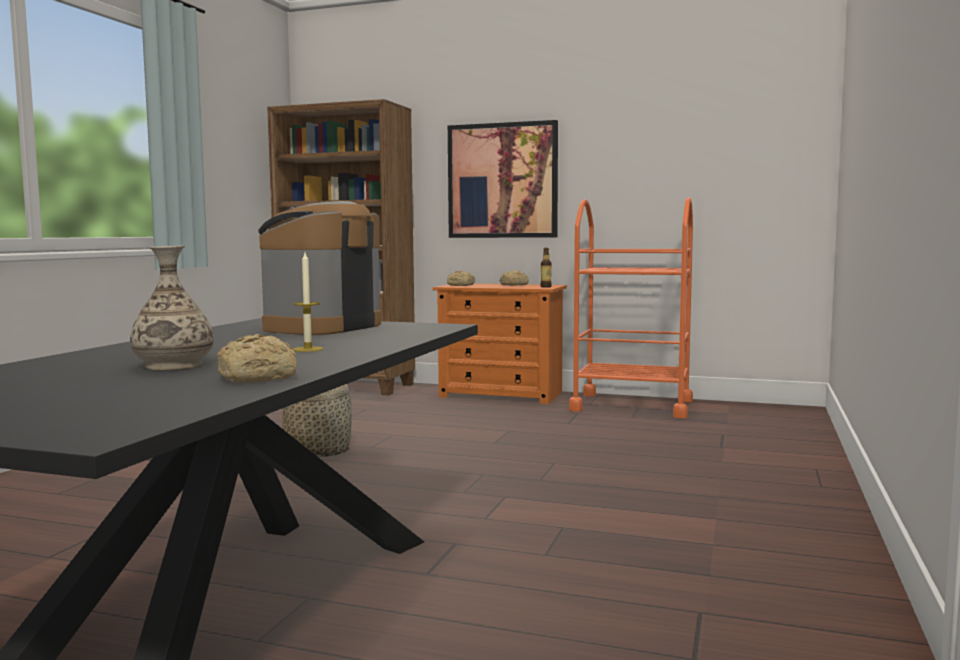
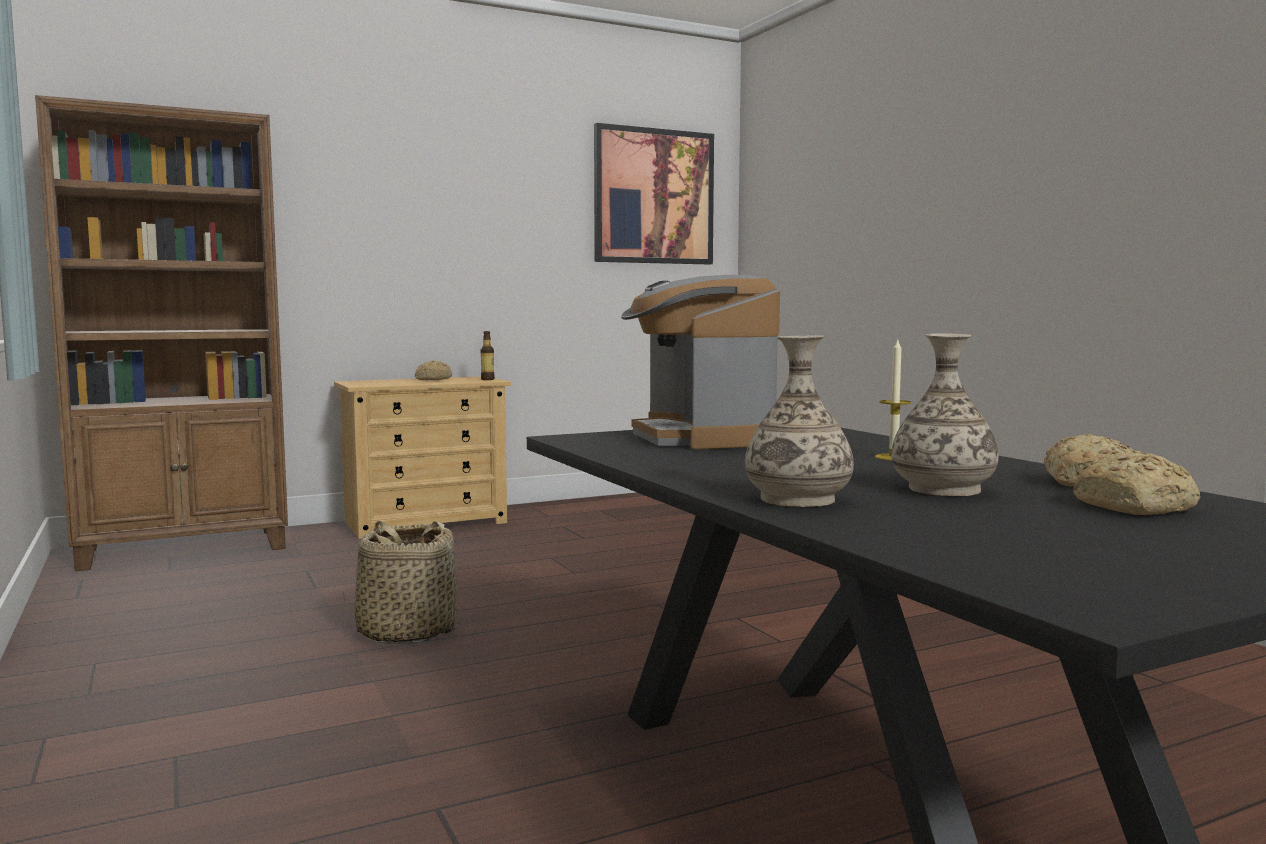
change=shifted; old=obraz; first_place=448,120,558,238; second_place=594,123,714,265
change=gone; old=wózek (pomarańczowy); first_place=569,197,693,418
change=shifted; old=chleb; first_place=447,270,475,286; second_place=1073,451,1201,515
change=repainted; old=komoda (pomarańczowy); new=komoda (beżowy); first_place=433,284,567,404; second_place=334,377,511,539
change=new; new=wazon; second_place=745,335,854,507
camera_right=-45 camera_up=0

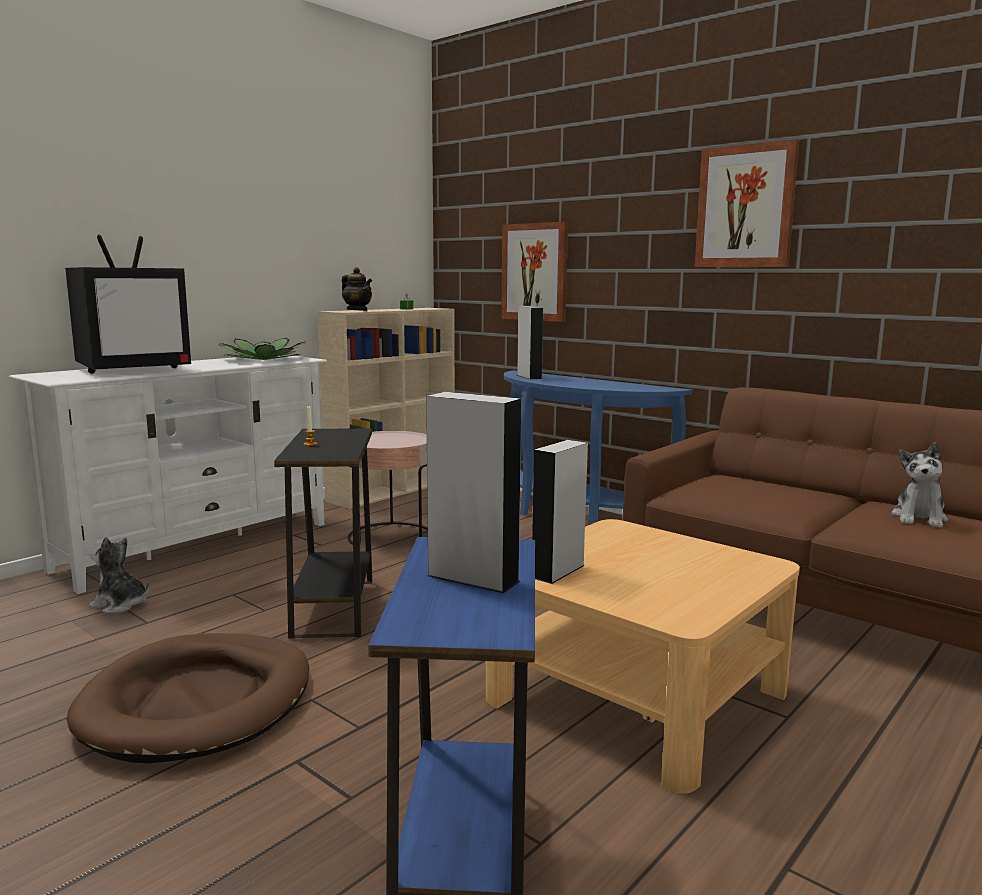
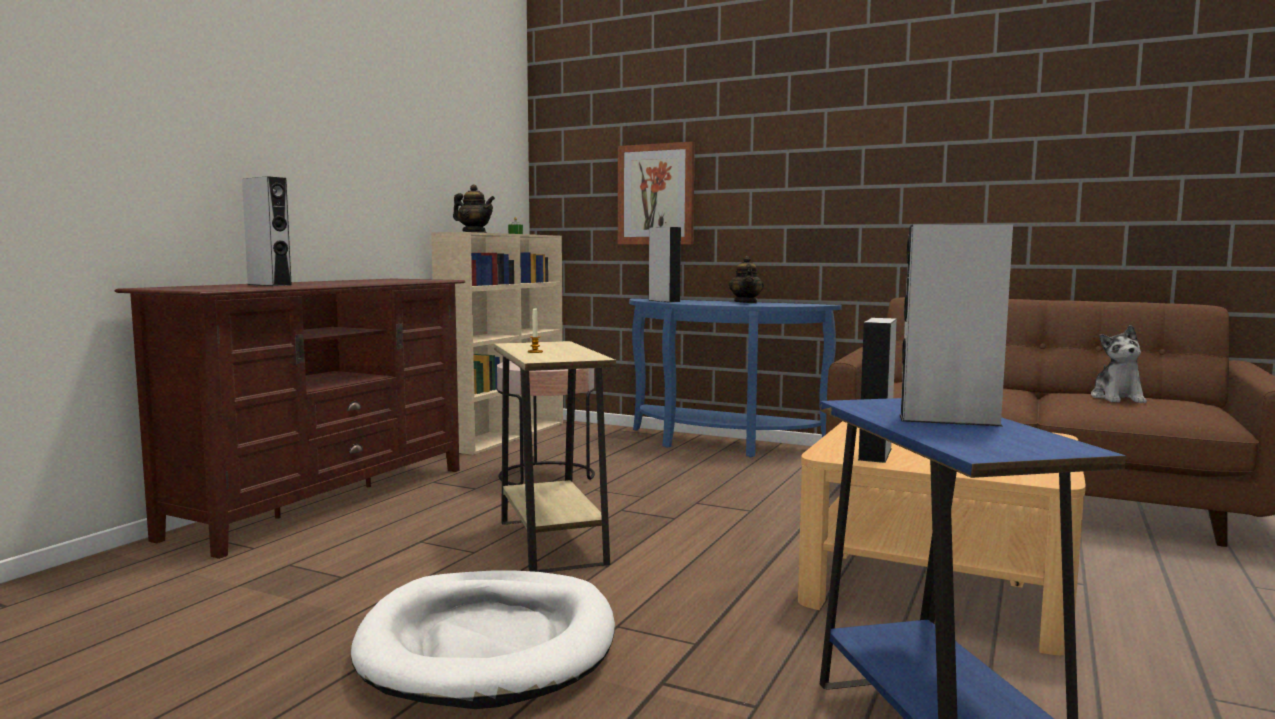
change=gone; old=obraz; first_place=695,139,799,267
change=swapped; old=telewizor; new=głośnik (szary); first_place=65,234,191,374; second_place=242,176,293,286
change=gone; old=roślina doniczkowa; first_place=220,338,306,360
change=repainted; old=szafka pod telewizor (biały); new=szafka pod telewizor (brązowy); first_place=9,355,327,594; second_place=115,279,465,559
change=repainted; old=stolik (czarny); new=stolik (beżowy); first_place=274,428,373,639; second_place=494,341,616,573
change=gone; old=pluszak; first_place=89,537,150,613
change=repainted; old=legowisko (brązowy); new=legowisko (biały); first_place=67,633,309,763; second_place=351,571,615,709
change=new; new=imbryk; second_place=729,256,764,303
camera_right=-15 camera_up=-5

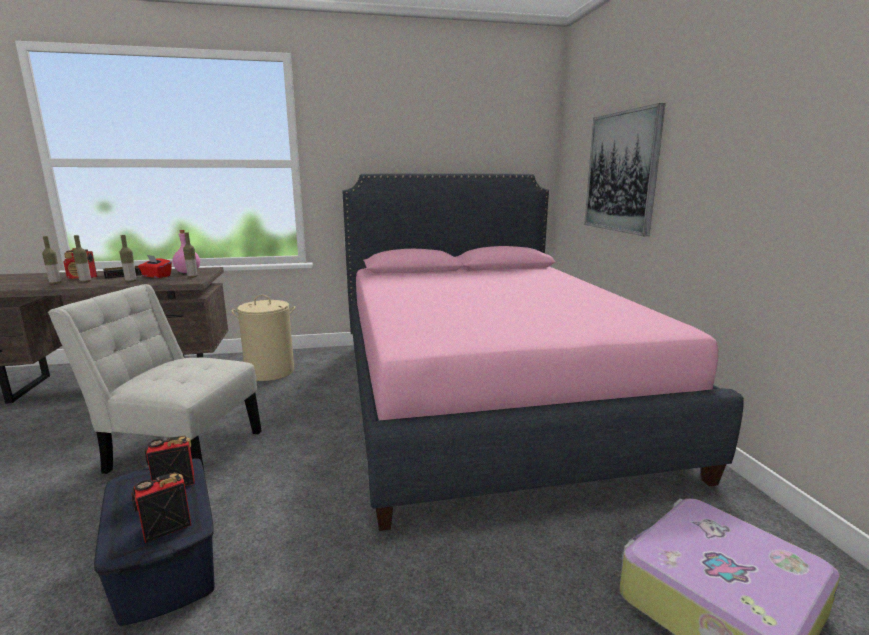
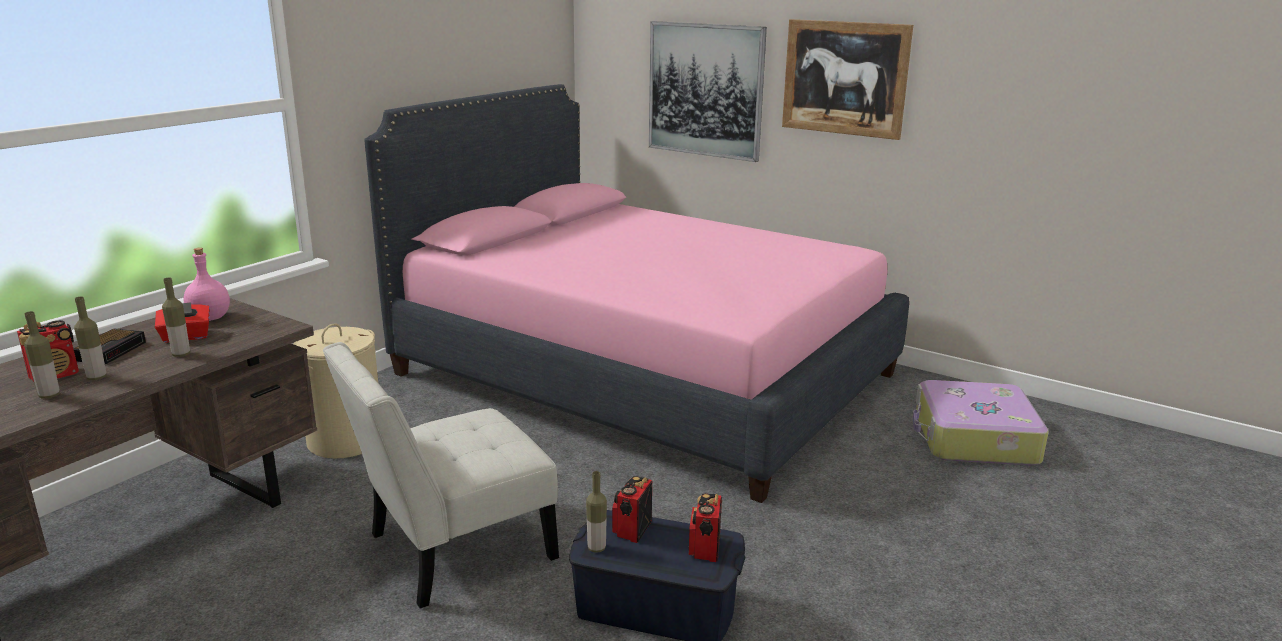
change=shifted; old=butelka; first_place=183,233,198,278; second_place=586,471,607,553
change=new; new=obraz; second_place=782,19,913,140
camera_right=-45 camera_up=5

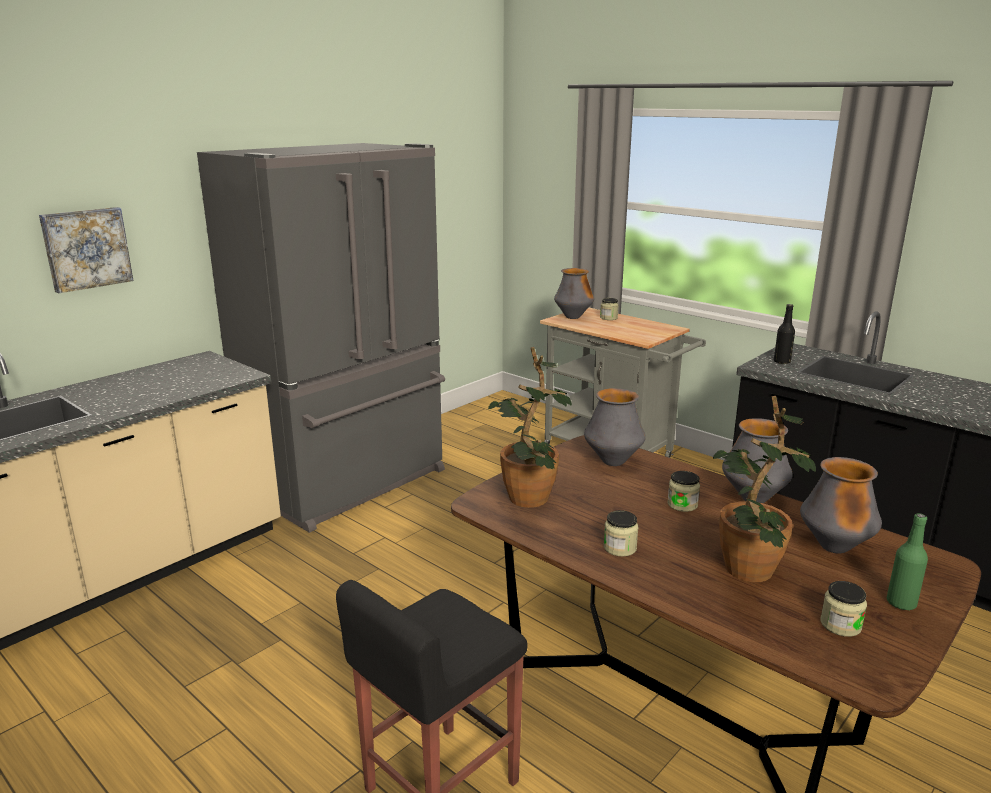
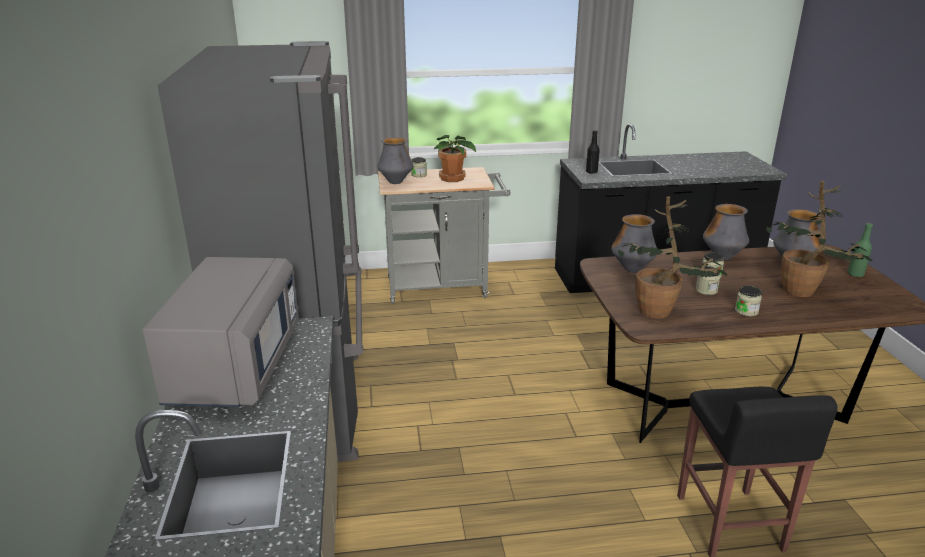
change=gone; old=obraz; first_place=39,207,133,293
change=shifted; old=słoik; first_place=821,581,867,637; second_place=696,266,720,295
change=new; new=roślina doniczkowa; second_place=433,135,476,182
change=new; new=mikrofalówka (szary); second_place=143,257,299,407
camera_right=-50 camera_up=5

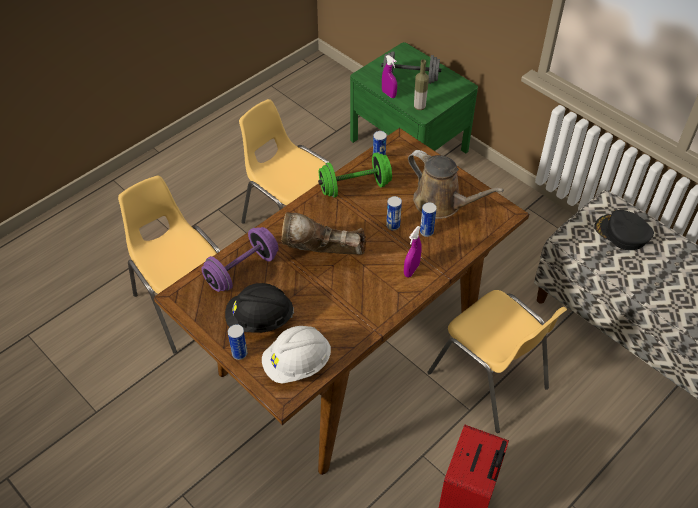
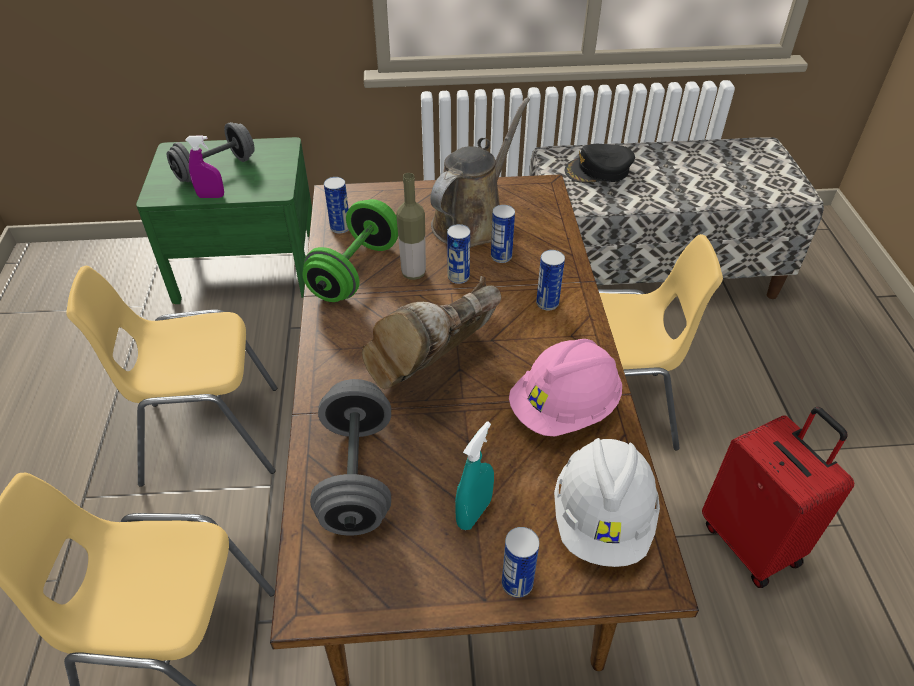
change=shifted; old=butelka; first_place=414,59,429,110; second_place=396,173,426,280
change=rotated; old=konewka (brązowy); first_place=408,150,504,219; second_place=430,97,530,247; degrees=-45
change=swapped; old=spryskiwacz (fioletowy); new=puszka; first_place=404,226,422,278; second_place=536,250,565,310
change=repainted; old=hantel (fioletowy); new=hantel (szary); first_place=202,227,278,292; second_place=310,379,391,536
change=swapped; old=kask (czarny); new=spryskiwacz (turkusowy); first_place=225,283,294,333; second_place=455,421,494,530
change=new; new=kask (różowy); second_place=509,339,622,436
camera_right=-50 camera_up=-5

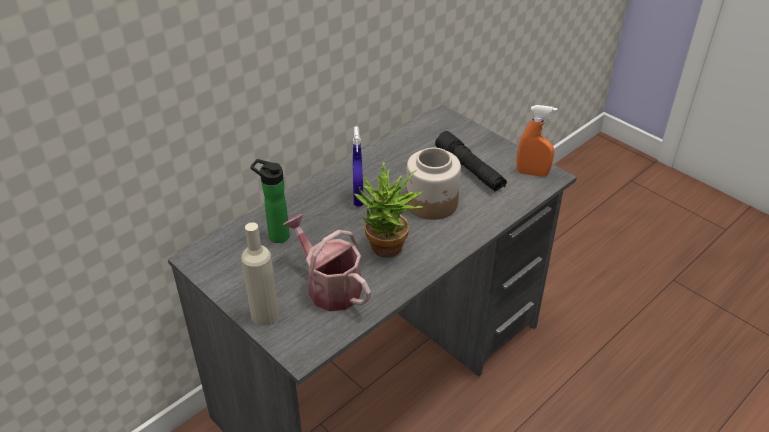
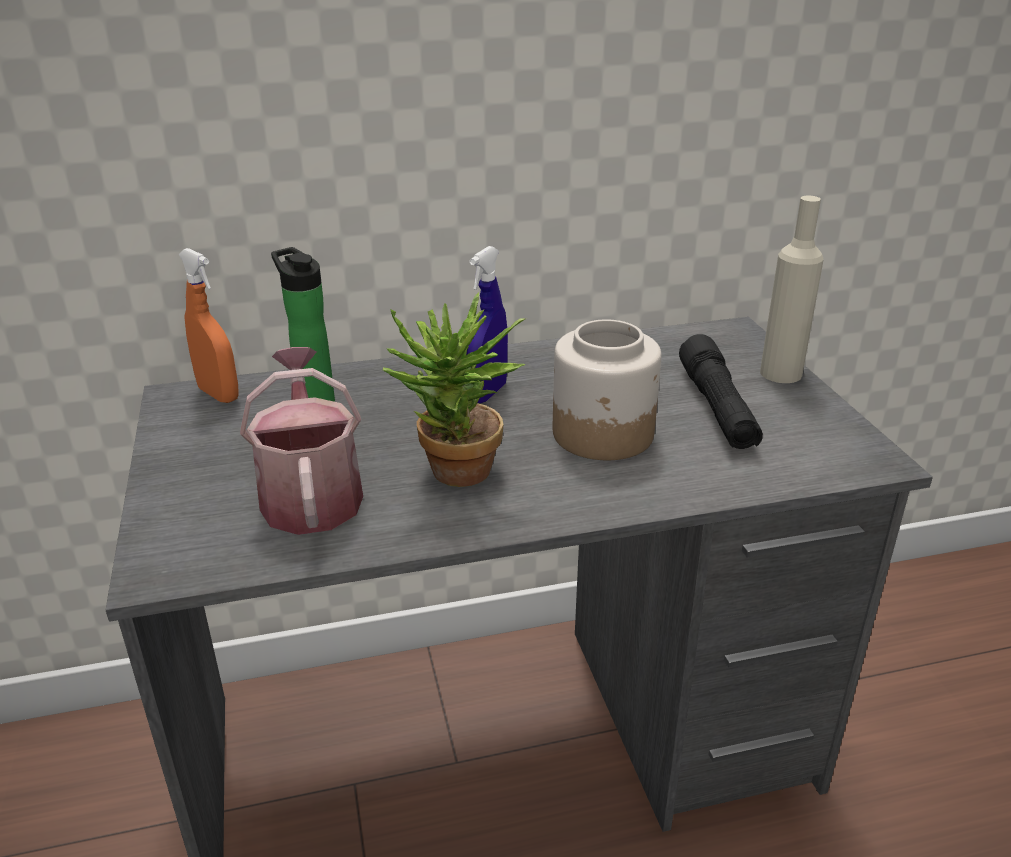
change=shifted; old=spryskiwacz (pomarańczowy); first_place=517,105,557,177; second_place=178,248,238,403
change=shifted; old=butelka (beżowy); first_place=241,222,279,326; second_place=760,196,824,383
camera_right=30 camera_up=-10

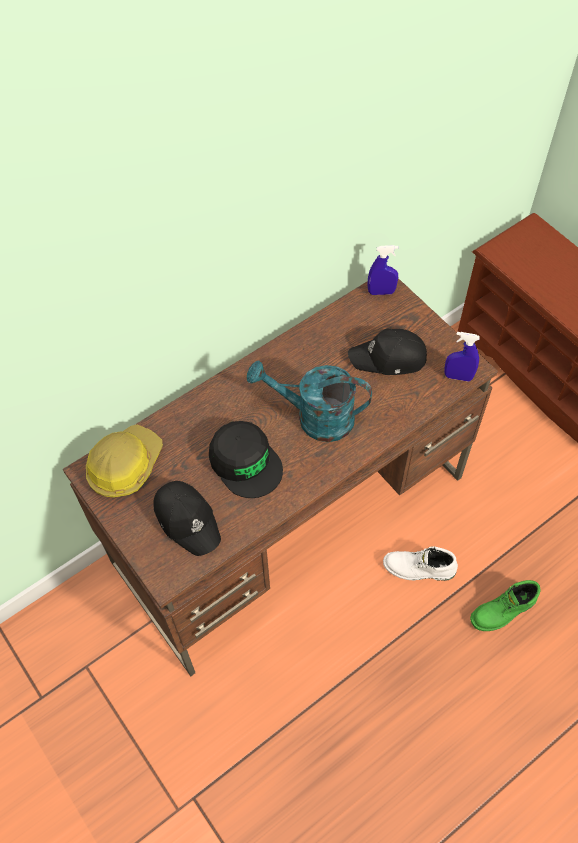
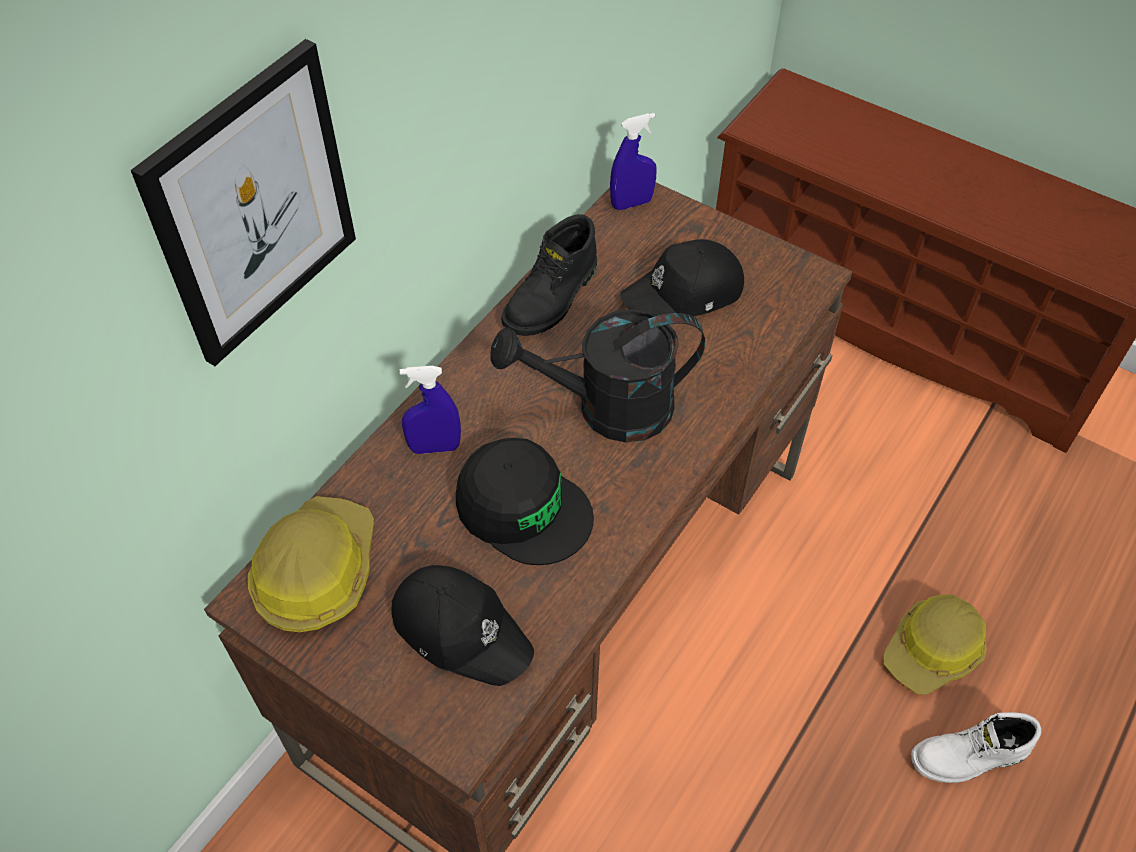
change=shifted; old=spryskiwacz (niebieski); first_place=444,332,480,382; second_place=400,366,461,454
change=repainted; old=konewka (turkusowy); new=konewka (czarny); first_place=247,361,372,442; second_place=490,309,705,442
change=shifted; old=but z cholewką (biały); first_place=383,546,458,581; second_place=911,712,1041,783
change=swapped; old=but z cholewką (zielony); new=kask; first_place=470,580,541,631; second_place=883,594,987,695
change=new; new=obraz; second_place=131,39,356,366
change=new; new=but z cholewką (czarny); second_place=501,214,597,336
camera_right=-20 camera_up=-5

